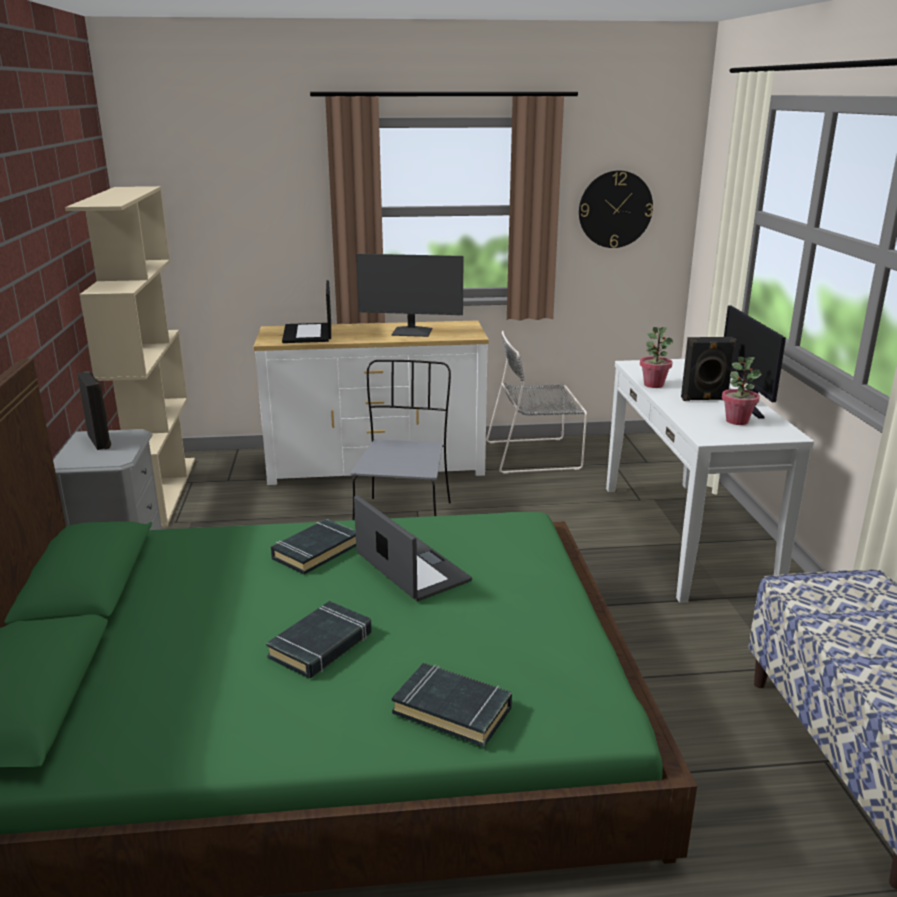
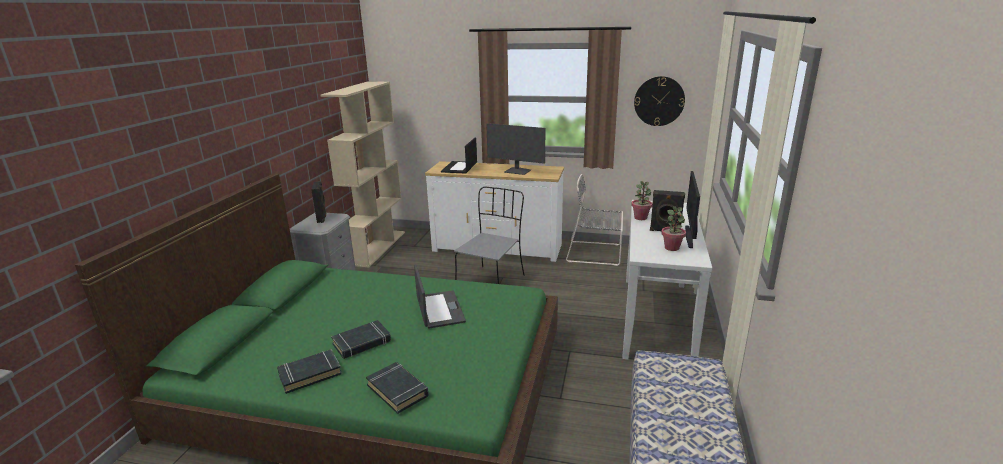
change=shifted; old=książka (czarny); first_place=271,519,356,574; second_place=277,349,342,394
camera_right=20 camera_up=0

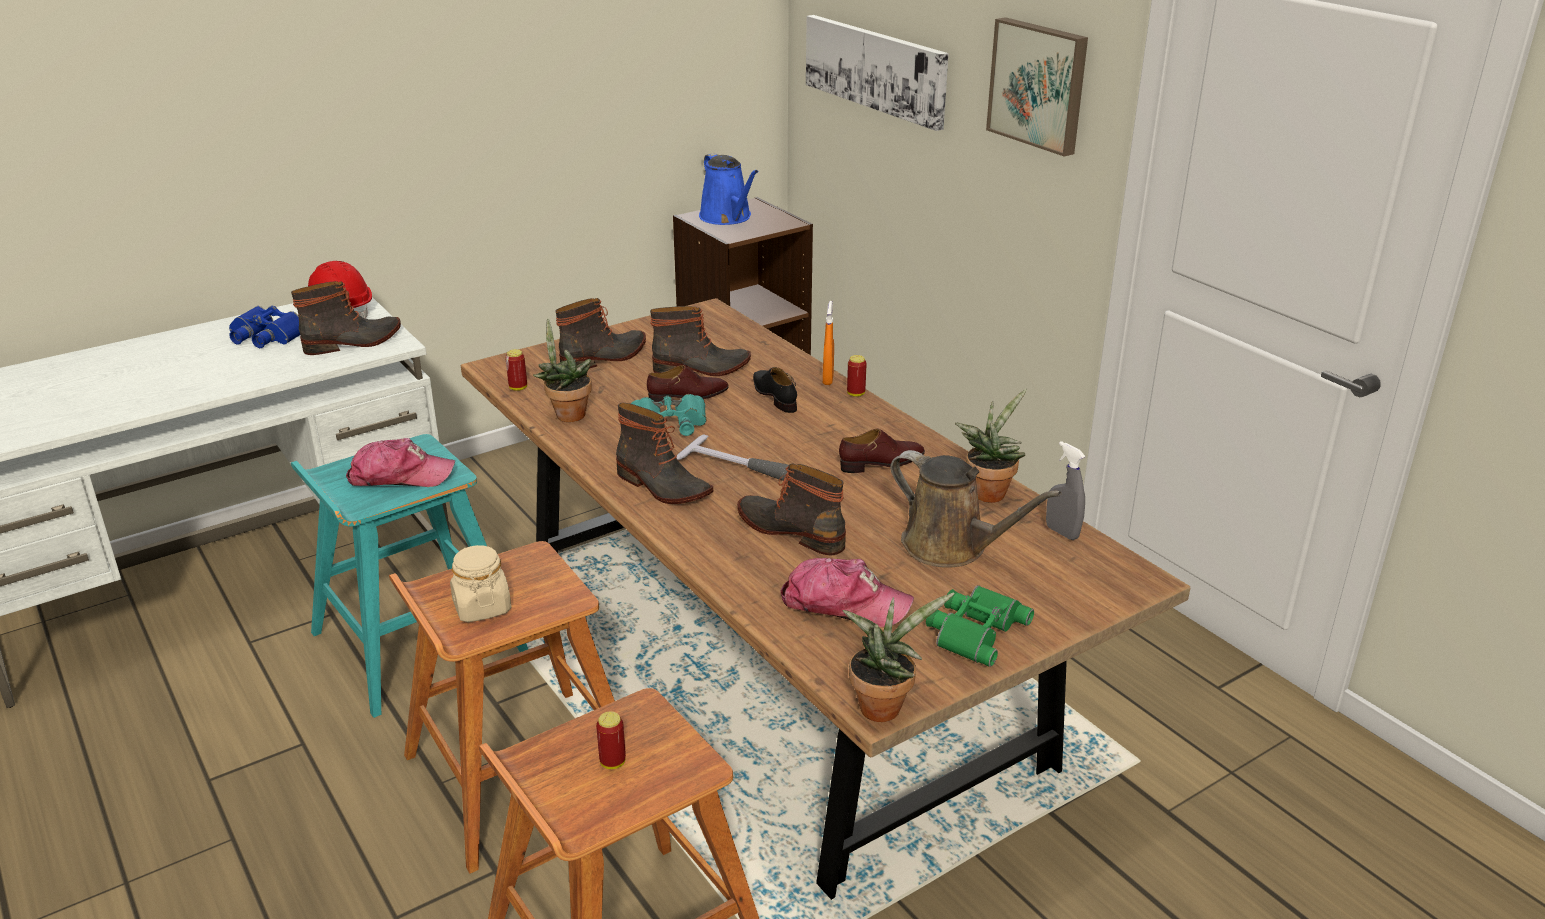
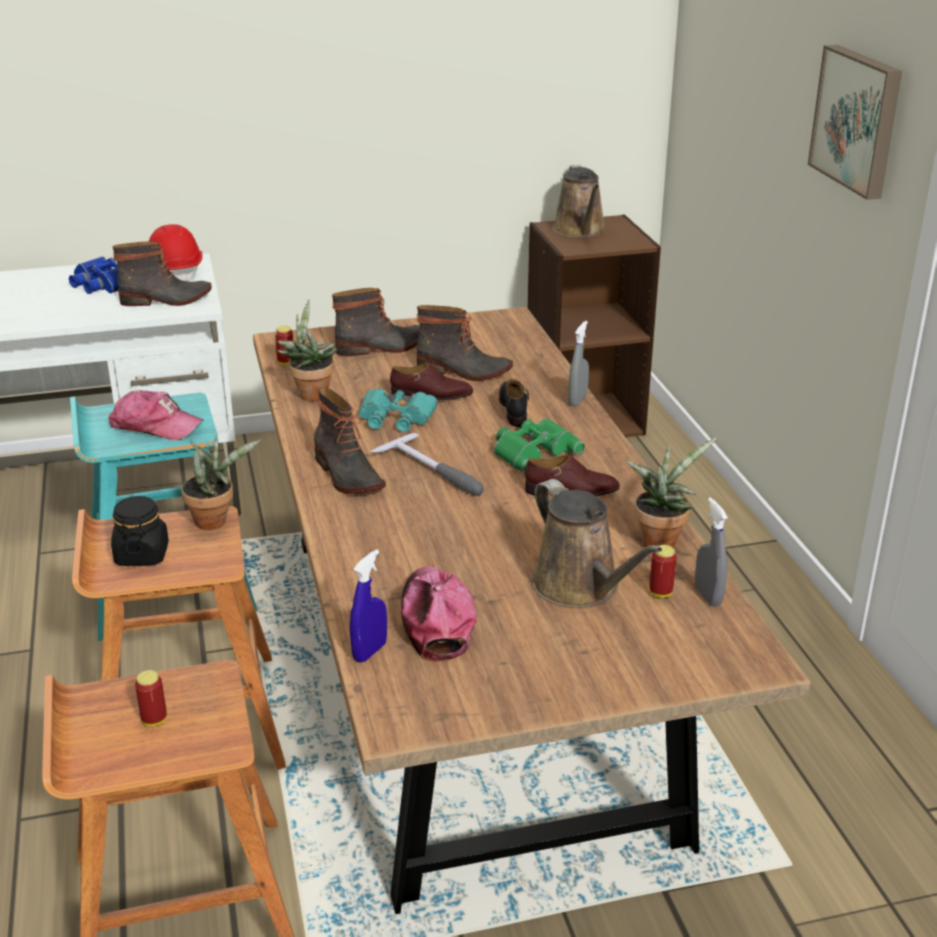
change=gone; old=obraz; first_place=806,15,949,131
change=repainted; old=konewka (niebieski); new=konewka (brązowy); first_place=699,153,759,225; second_place=553,165,606,238
change=repainted; old=spryskiwacz (pomarańczowy); new=spryskiwacz (szary); first_place=823,301,834,385; second_place=568,321,589,407
change=shifted; old=puszka; first_place=847,355,867,397; second_place=649,545,677,598
change=gone; old=but z cholewką; first_place=737,464,846,555
change=repainted; old=słoik (beżowy); new=słoik (czarny); first_place=450,545,511,622; second_place=111,496,169,566
change=rotated; old=czapka z daszkiem; first_place=781,558,914,627; second_place=401,566,477,662; degrees=-135
change=shifted; old=lornetka (zielony); first_place=926,585,1034,667; second_place=494,418,585,473
change=shifted; old=roślina doniczkowa; first_place=843,593,954,722; second_place=181,434,261,530
change=new; new=spryskiwacz (niebieski); second_place=350,549,387,663
camera_right=20 camera_up=0

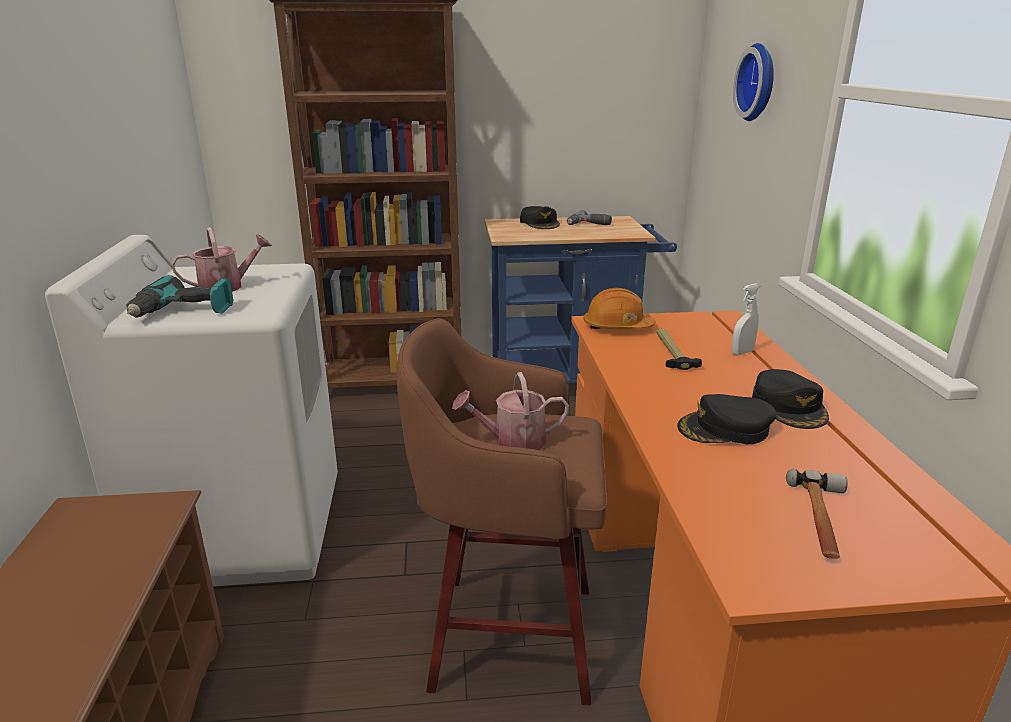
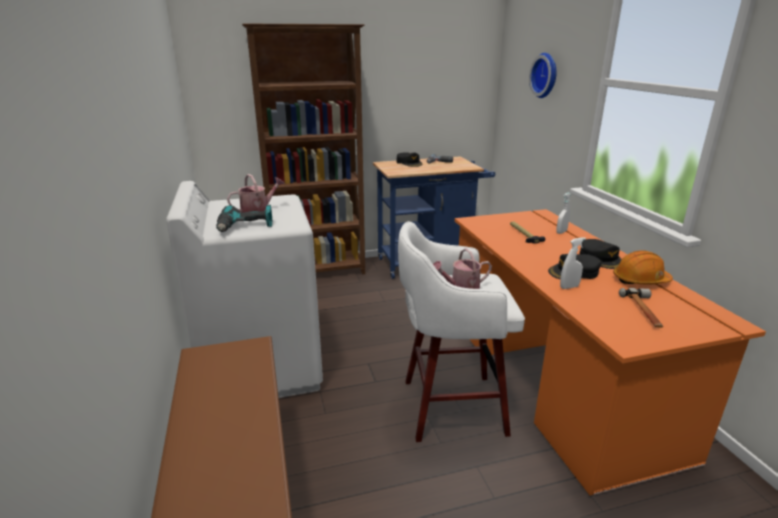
change=shifted; old=kask (pomarańczowy); first_place=584,288,656,329; second_place=613,250,673,284
change=repainted; old=stołek (brązowy); new=stołek (biały); first_place=396,318,607,705; second_place=398,221,525,442
change=new; new=spryskiwacz (biały); second_place=560,237,586,289
camera_right=-10 camera_up=0

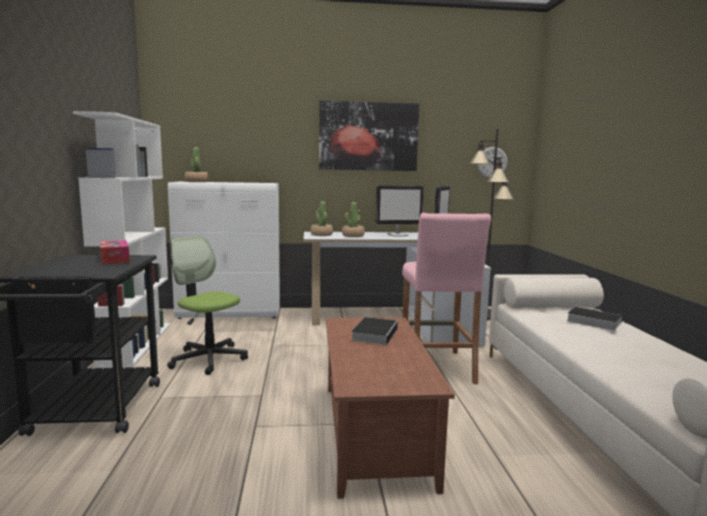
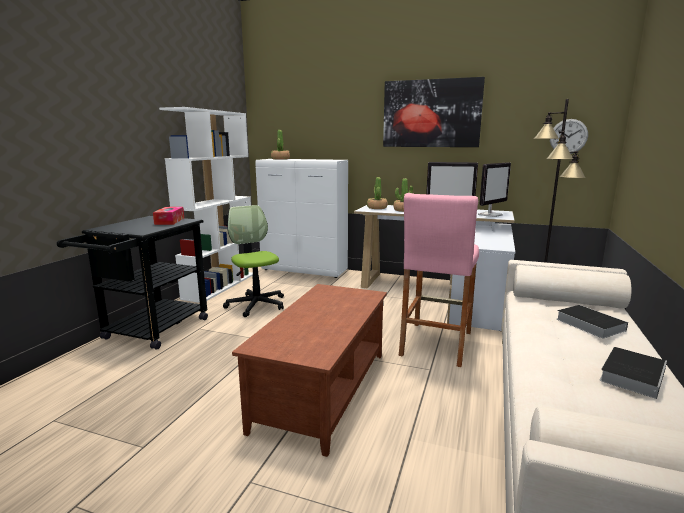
change=shifted; old=książka; first_place=351,317,398,345; second_place=600,347,667,399
camera_right=25 camera_up=5

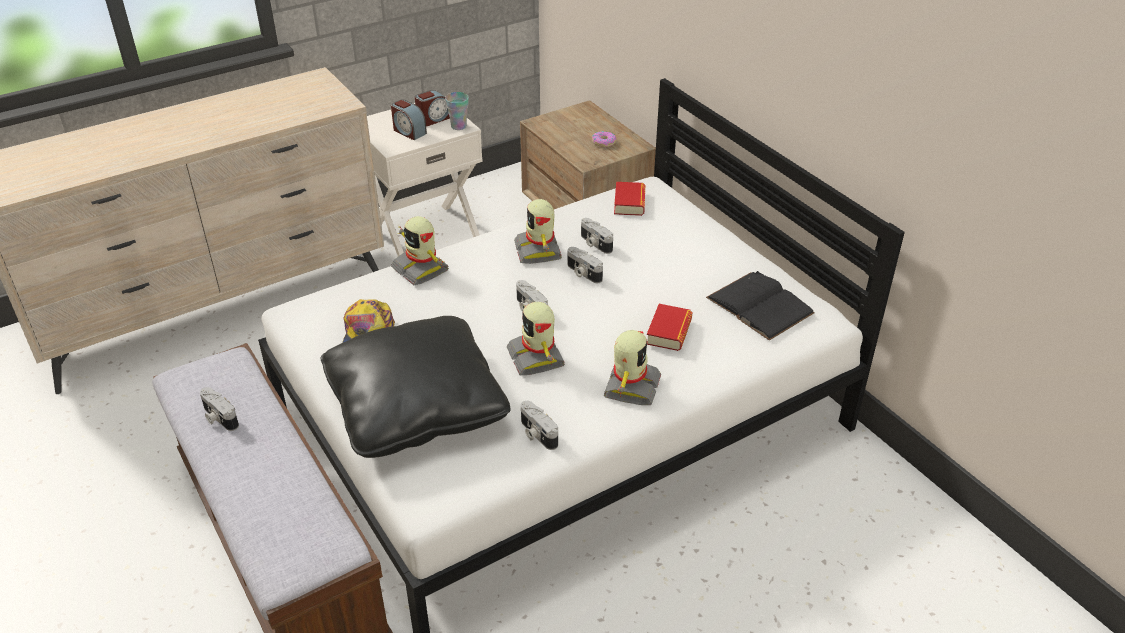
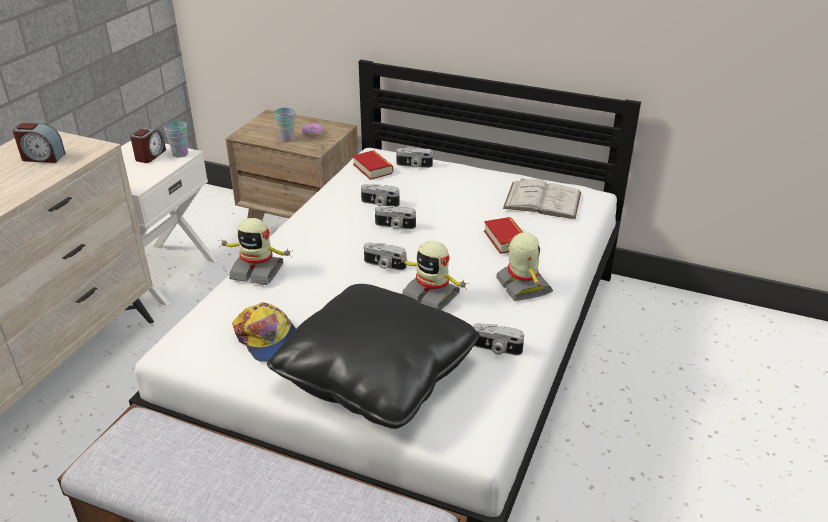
change=shifted; old=budzik; first_place=391,100,427,140; second_place=13,123,66,163
change=gone; old=robot zabawkowy; first_place=514,199,562,264
change=repainted; old=książka (czarny); new=książka (biały); first_place=706,271,815,341; second_place=503,178,581,219
change=shifted; old=aparat fotograficzny; first_place=200,387,239,431; second_place=396,148,433,168
change=new; new=filiżanka; second_place=274,108,296,142
camera_right=-35 camera_up=-5

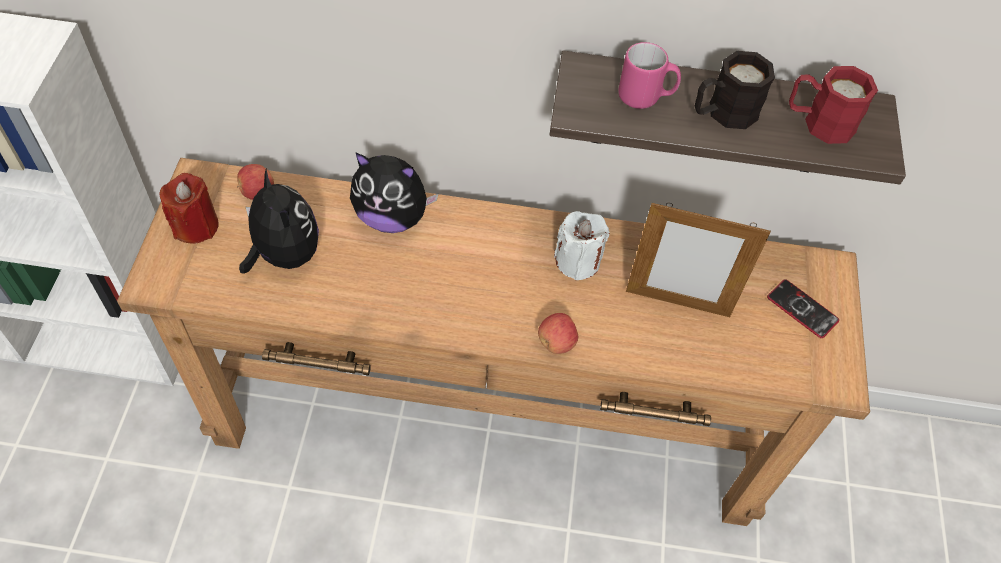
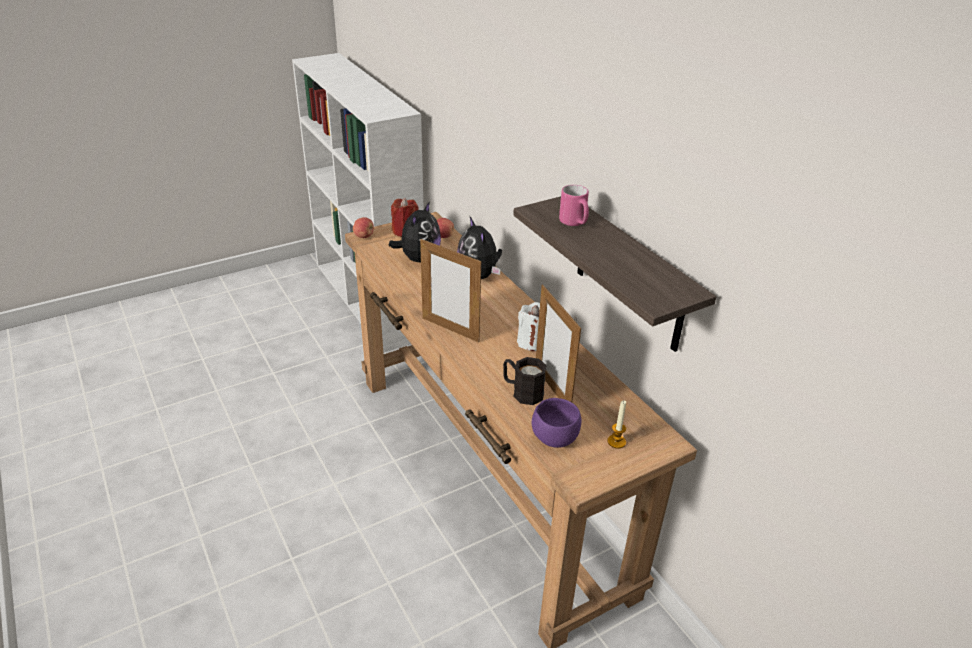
change=shifted; old=kubek (czarny); first_place=695,51,775,129; second_place=503,357,547,405
change=gone; old=kubek (czerwony); first_place=789,66,878,144
change=swapped; old=telefon; new=świeca; first_place=767,279,839,338; second_place=607,401,626,449
change=shifted; old=jabłko; first_place=538,313,578,354; second_place=353,217,374,238
change=new; new=ramka na zdjęcie; second_place=420,239,481,342
change=new; new=miska (fioletowy); second_place=532,398,581,448
camera_right=55 camera_up=-20

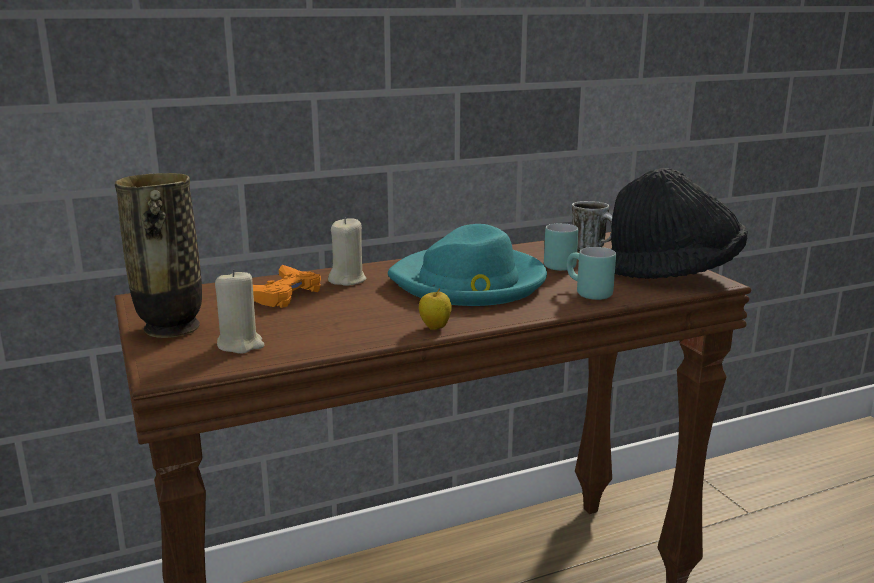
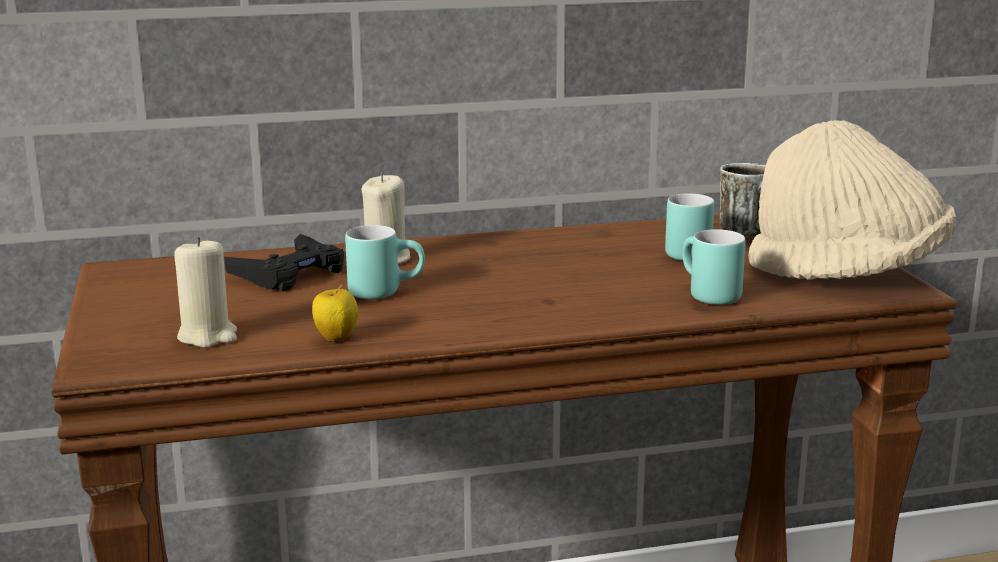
change=repainted; old=kapelusz (czarny); new=kapelusz (beżowy); first_place=611,168,748,279; second_place=748,120,956,280
change=gone; old=wazon; first_place=115,173,202,338
change=gone; old=kapelusz (turkusowy); first_place=388,224,547,306
change=repainted; old=pad do gier (pomarańczowy); new=pad do gier (czarny); first_place=253,265,321,308; second_place=224,234,344,291
change=shifted; old=jabłko; first_place=419,288,452,330; second_place=312,284,358,341
change=new; new=kubek (turkusowy); second_place=345,225,425,299
camera_right=10 camera_up=0

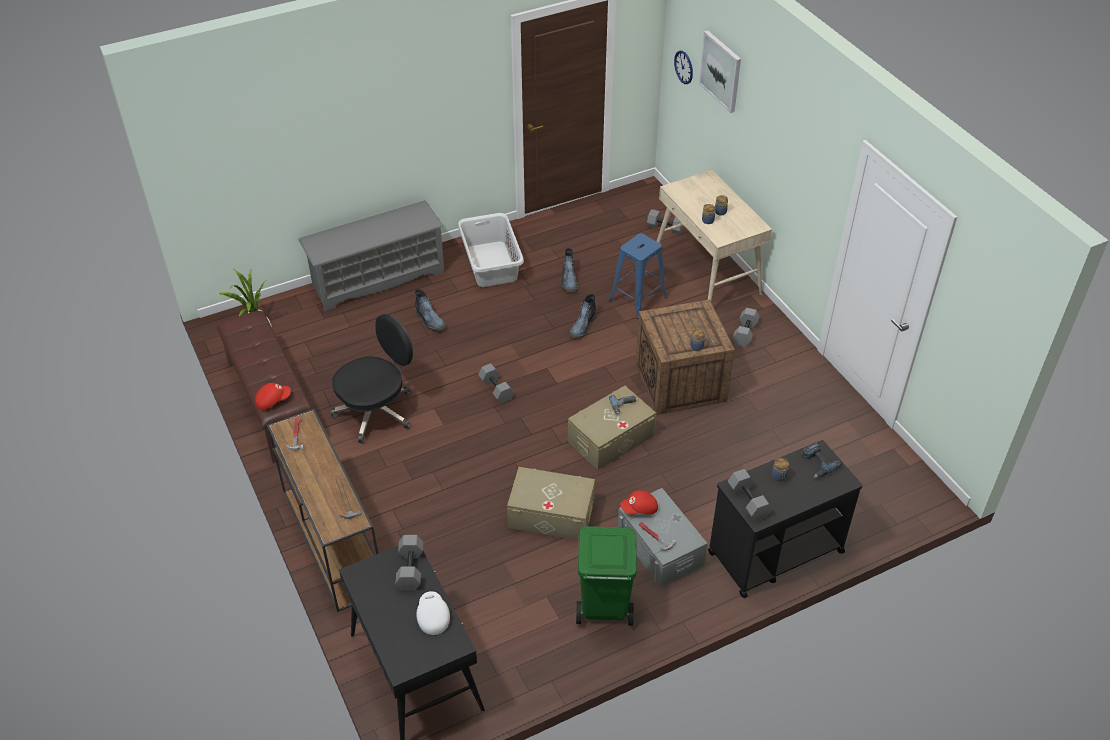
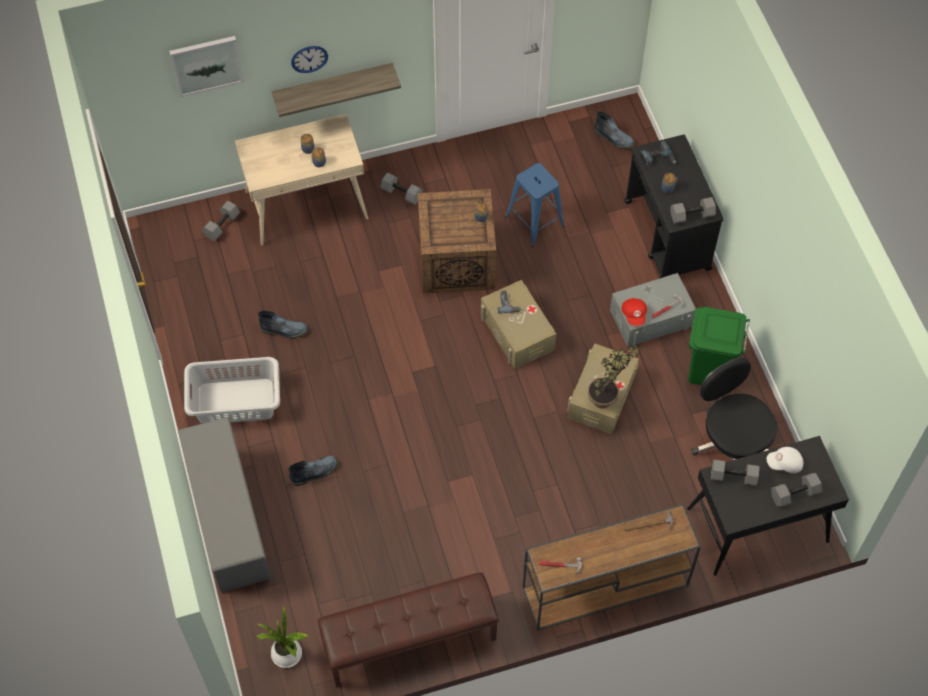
change=shifted; old=zegar ścienny; first_place=674,51,693,84; second_place=291,46,328,73
change=shifted; old=stołek (niebieski); first_place=608,233,667,319; second_place=505,163,565,247
change=shifted; old=but z cholewką; first_place=569,294,596,339; second_place=595,111,635,149
change=shifted; old=krzesło biurowe (czarny); first_place=330,314,413,444; second_place=691,357,777,460
change=shifted; old=hantel (szary); first_place=478,363,514,404; second_place=771,473,822,507
change=gone; old=czapka z daszkiem (czerwony); first_place=255,383,291,410
change=new; new=półka; second_place=272,63,401,117
change=new; new=roślina doniczkowa; second_place=588,344,642,409
camera_right=-80 camera_up=15

